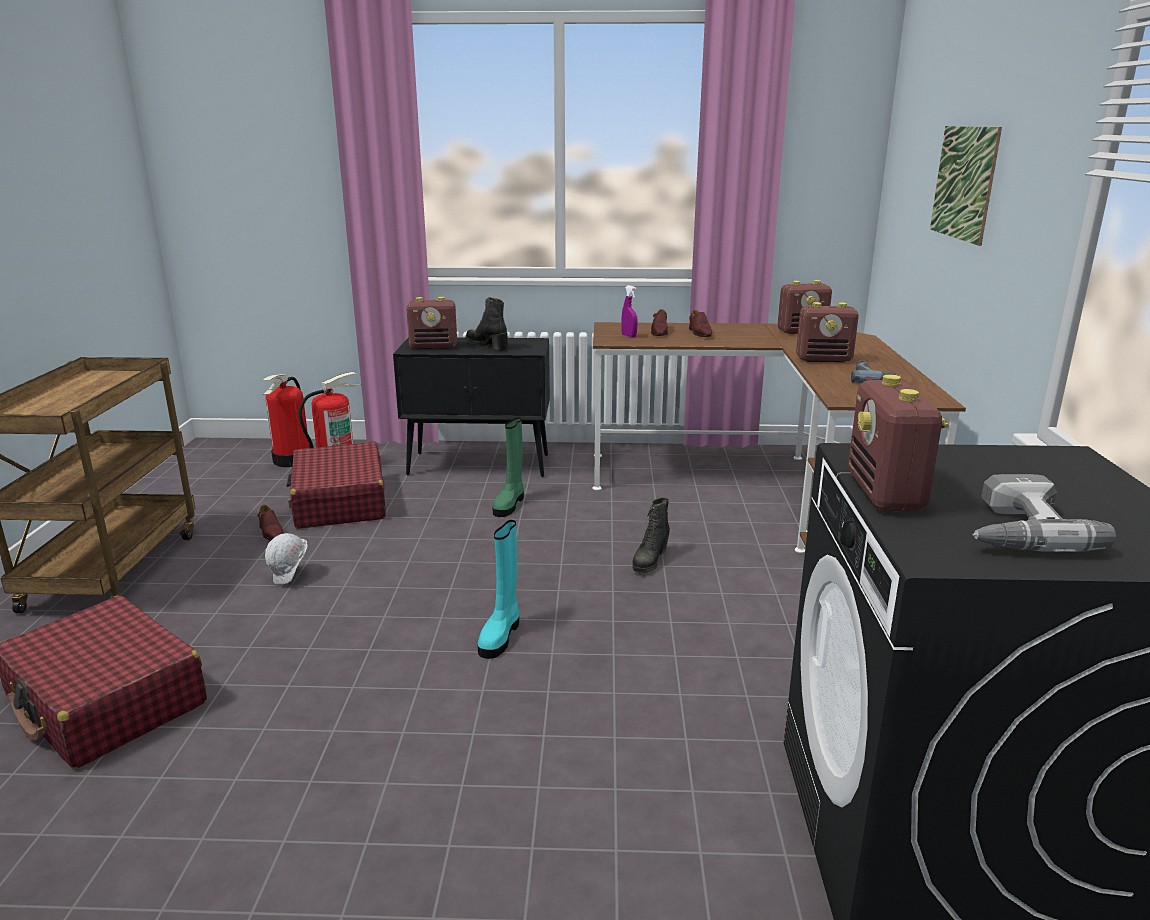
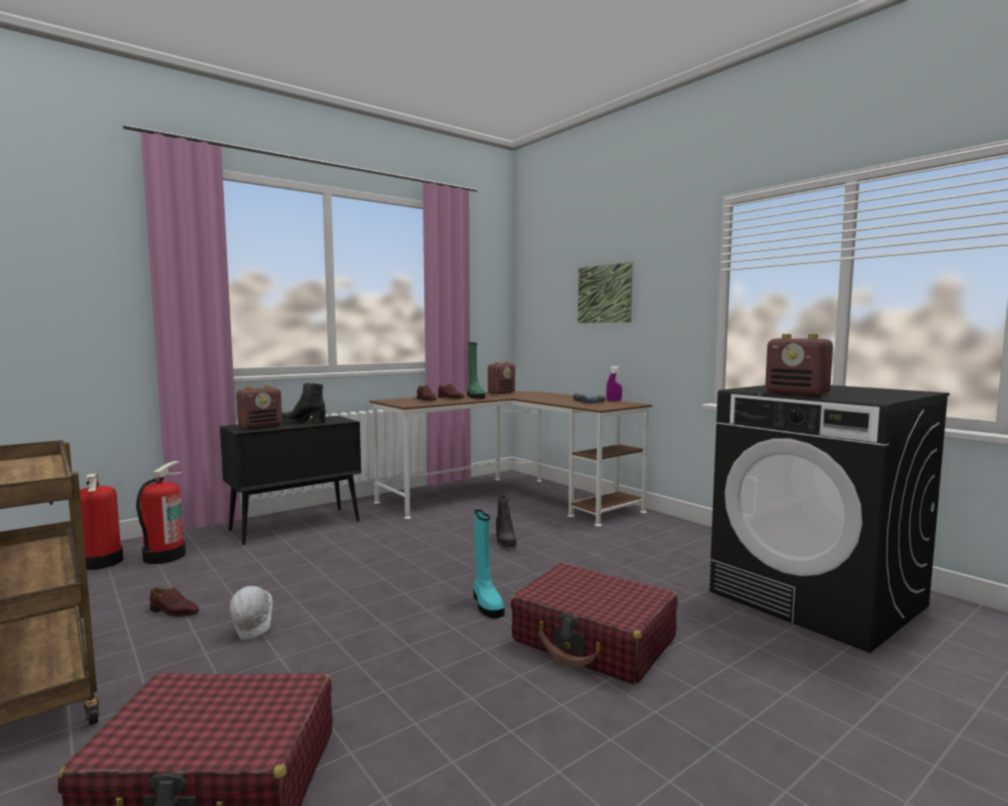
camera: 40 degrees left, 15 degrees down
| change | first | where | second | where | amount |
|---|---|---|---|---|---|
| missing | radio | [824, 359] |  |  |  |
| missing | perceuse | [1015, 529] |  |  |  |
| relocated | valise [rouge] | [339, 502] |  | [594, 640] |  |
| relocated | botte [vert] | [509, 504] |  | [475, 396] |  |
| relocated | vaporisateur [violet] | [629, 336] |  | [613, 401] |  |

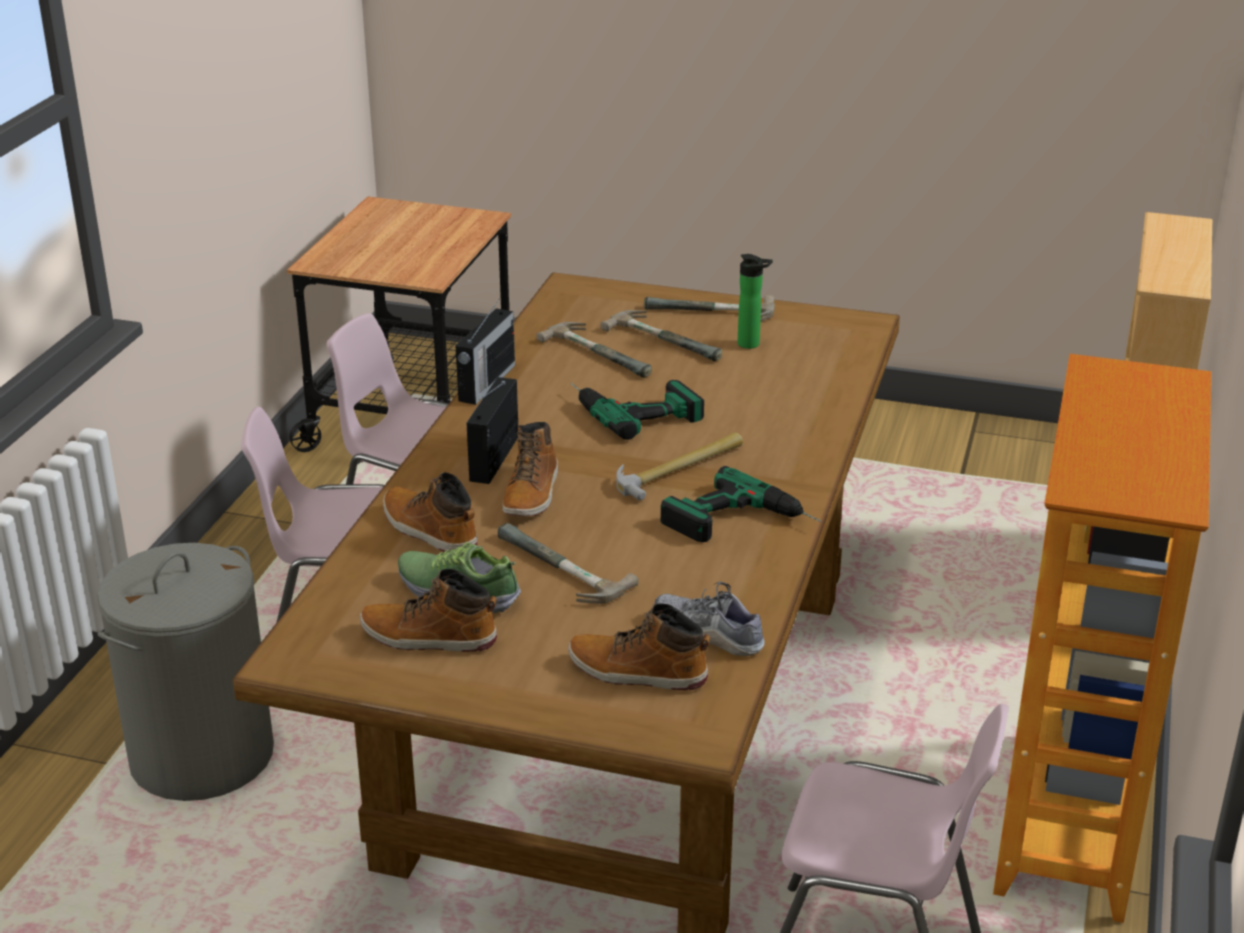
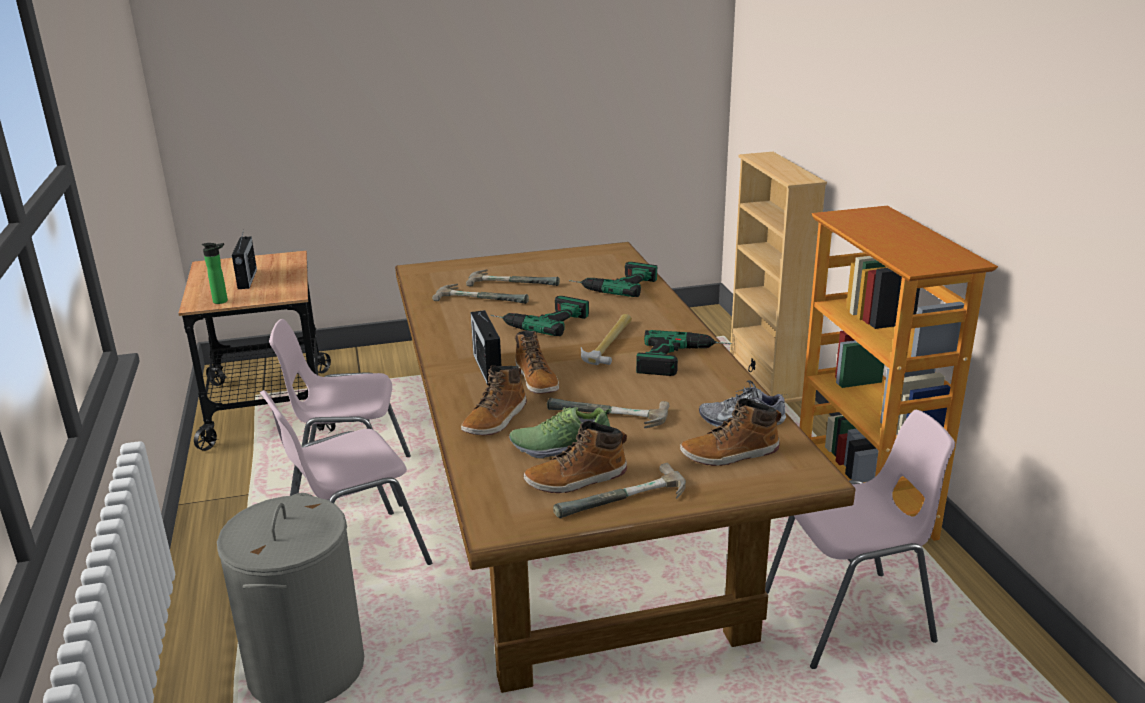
camera: 30 degrees left, 5 degrees down
| change | first | where | second | where | amount |
|---|---|---|---|---|---|
| appeared |  |  | perceuse | [612, 284] |  |
| relocated | radio | [486, 384] |  | [247, 279] |  |
| relocated | marteau | [710, 314] |  | [624, 502] |  |
| relocated | bouteille | [752, 345] |  | [222, 301] |  |
| spun | botte | [428, 530] |  | [496, 419] | 75 degrees counterclockwise |

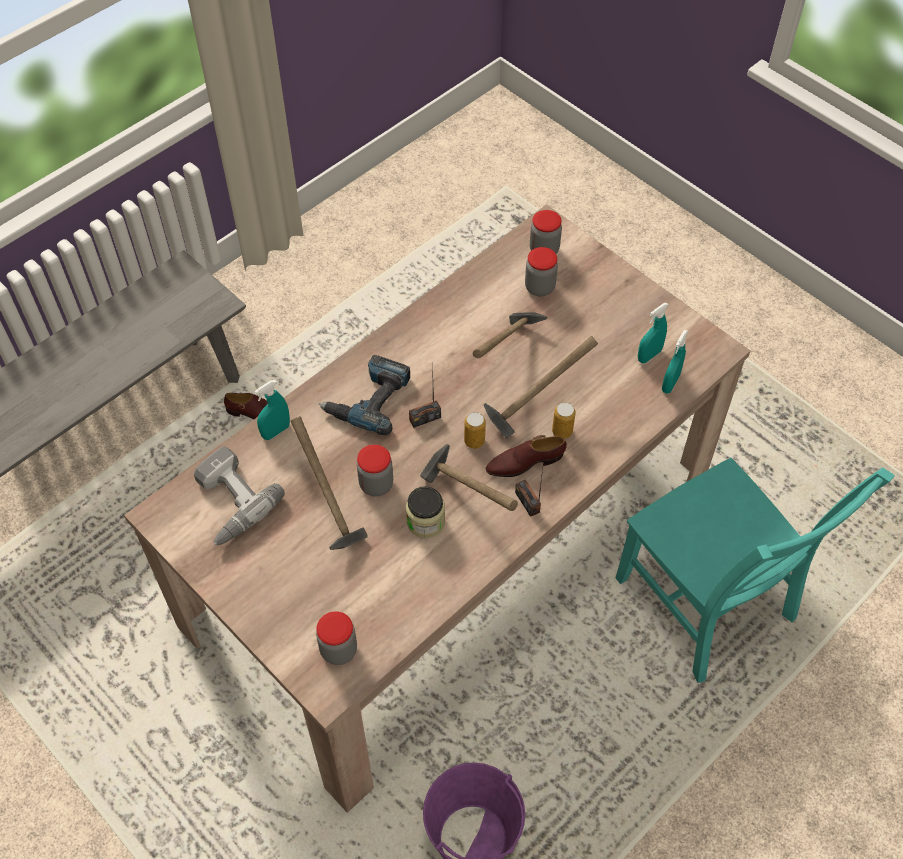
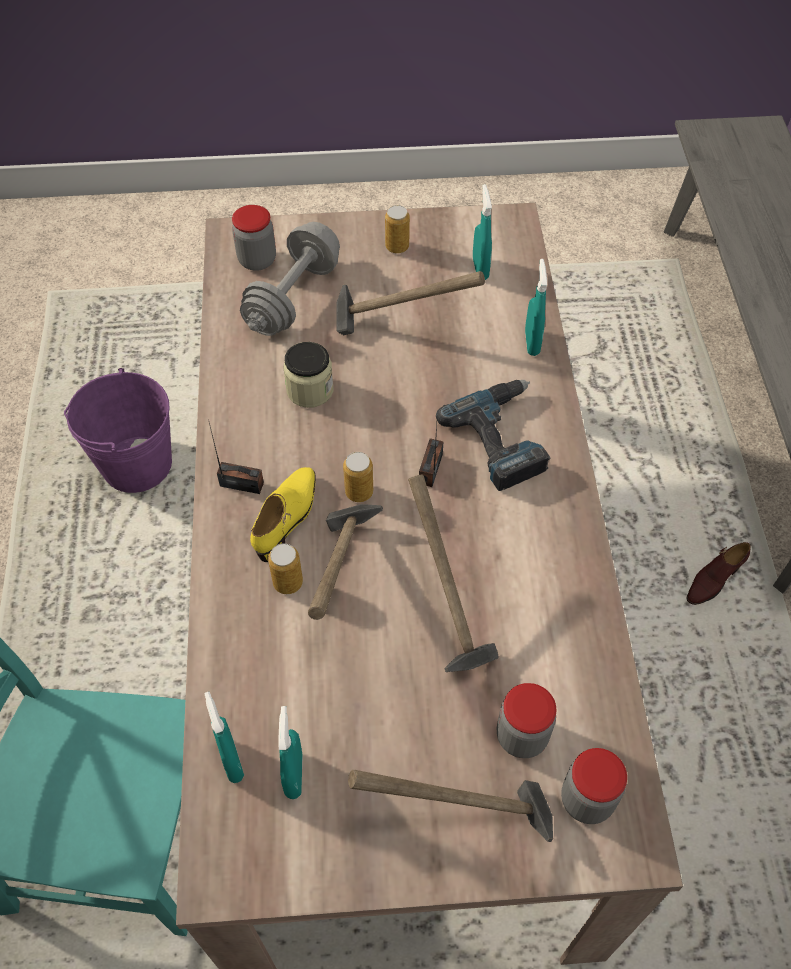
camera: 130 degrees right, 0 degrees up
| change | first | where | second | where | amount |
|---|---|---|---|---|---|
| missing | bocal | [376, 484] |  |  |  |
| appeared |  |  | haltère [gris] | [293, 297] |  |
| appeared |  |  | boîte métallique | [397, 247] |  |
| relocated | marteau | [467, 500] |  | [460, 819] |  |
| exchanged | perceuse | [228, 502] | vaporisateur [turquoise] | [480, 269] |  |
| colour | chaussure [marron] | [525, 462] | chaussure [jaune] | [287, 517] |  |

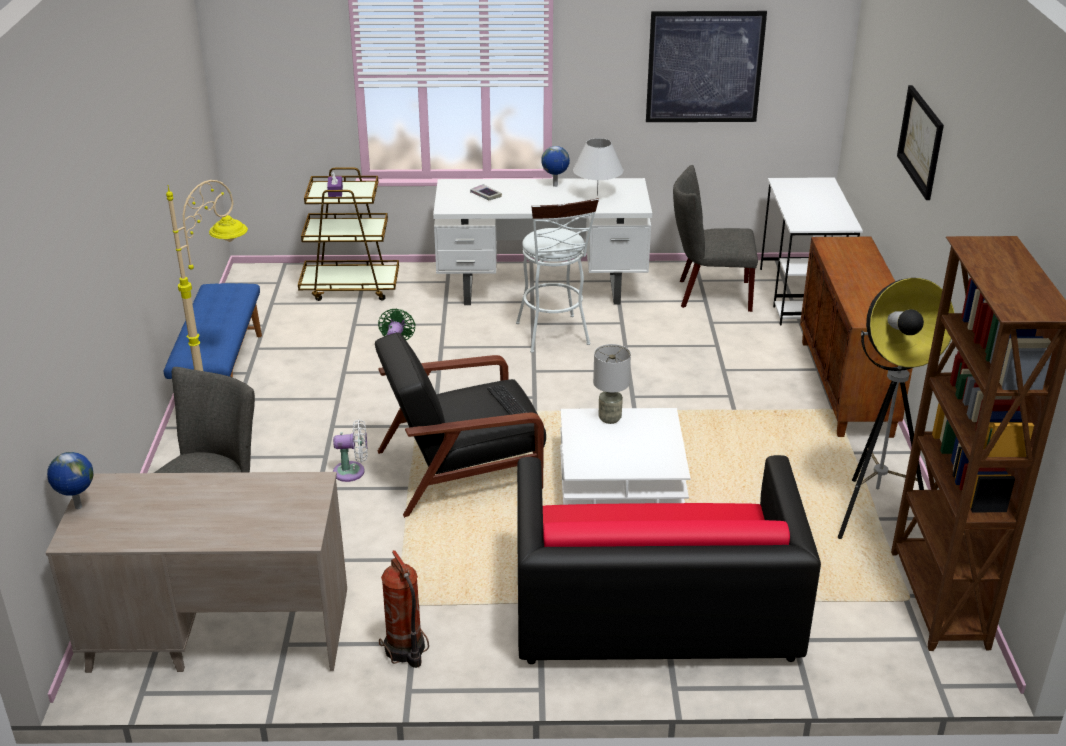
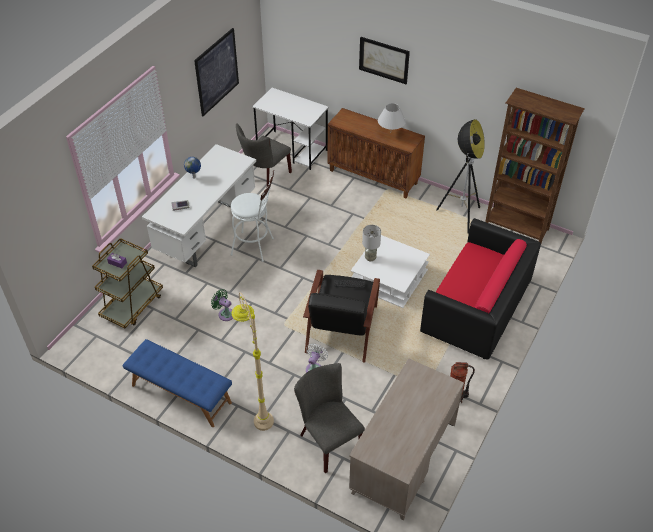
camera: 60 degrees left, 15 degrees up
| change | first | where | second | where | amount |
|---|---|---|---|---|---|
| missing | globe | [78, 507] |  |  |  |
| relocated | lampe de table [blanc] | [597, 195] |  | [390, 133] |  |

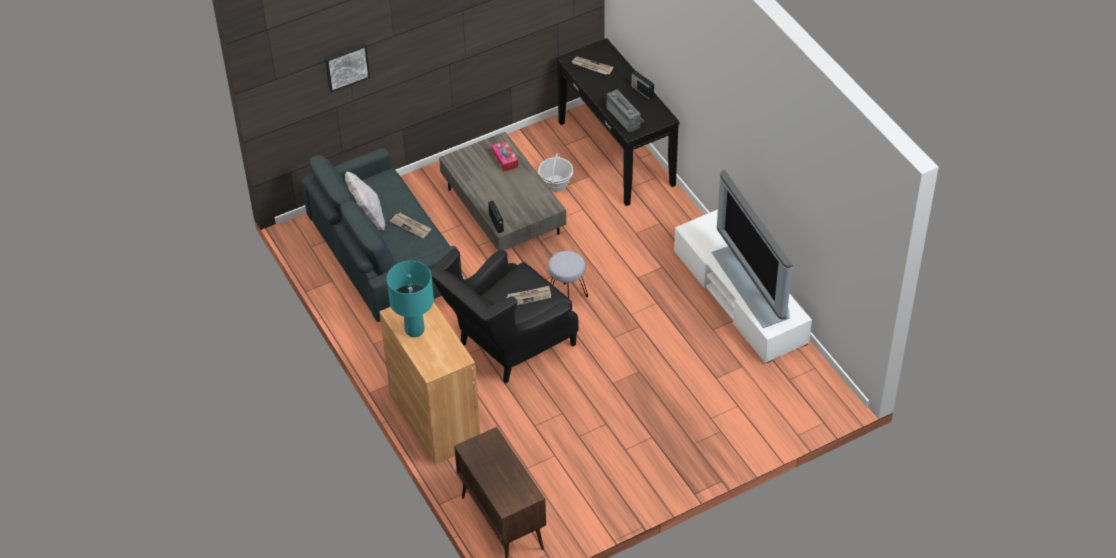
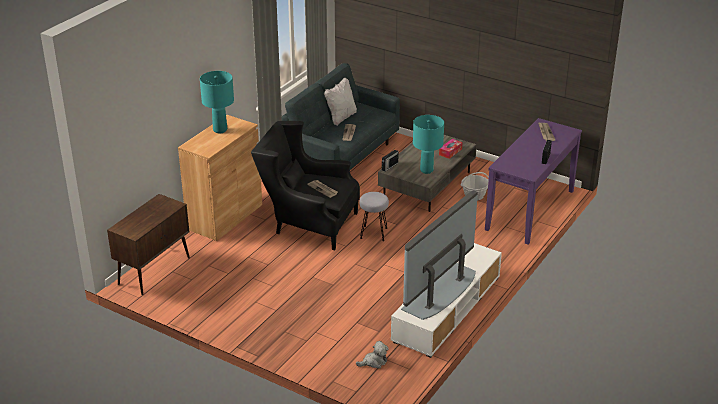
camera: 60 degrees right, 15 degrees down
| change | first | where | second | where | amount |
|---|---|---|---|---|---|
| missing | tableau | [346, 66] |  |  |  |
| missing | radio | [625, 117] |  |  |  |
| appeared |  |  | peluche | [374, 362] |  |
| appeared |  |  | lampe de table [turquoise] | [426, 170] |  |
| colour | table console [noir] | [616, 153] | table console [violet] | [530, 210] |  |

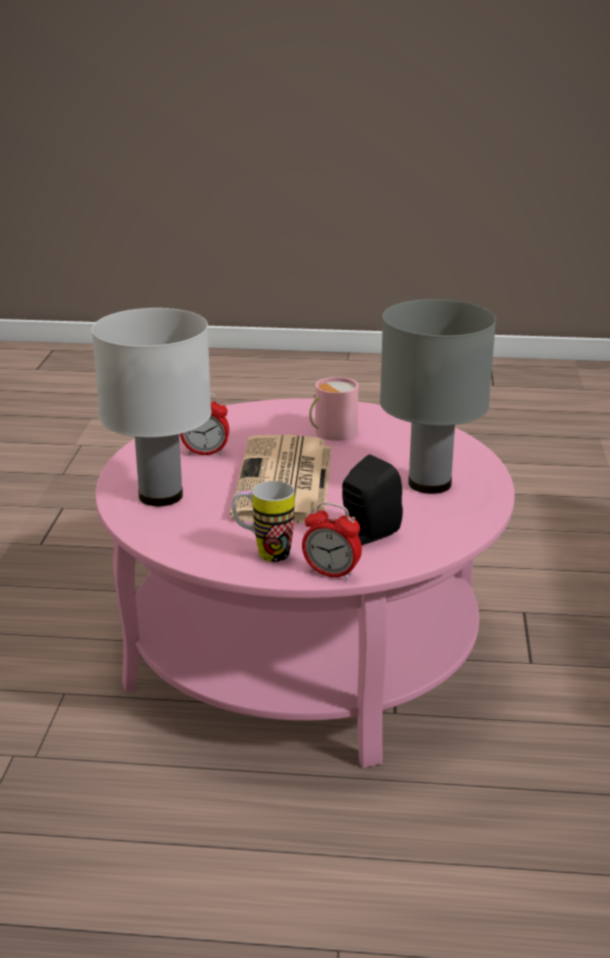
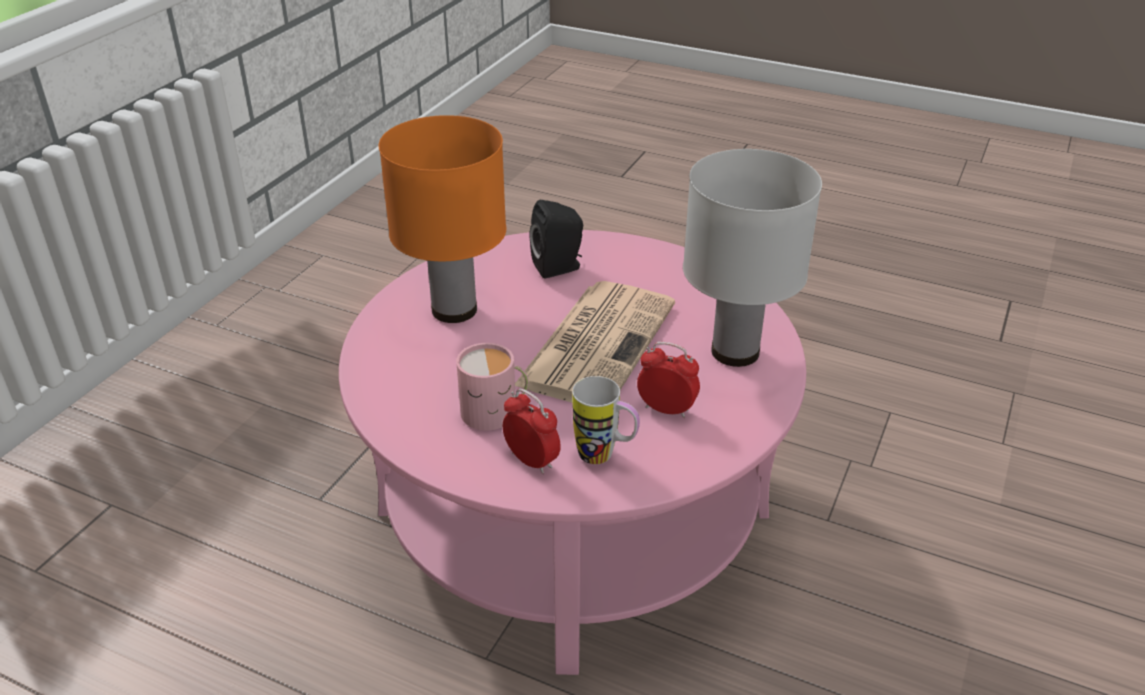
camera: 160 degrees left, 10 degrees up
| change | first | where | second | where | amount |
|---|---|---|---|---|---|
| relocated | mug | [263, 553] |  | [605, 457] |  |
| relocated | réveil | [331, 573] |  | [531, 460] |  |
| colour | lampe de table [gris] | [431, 484] | lampe de table [orange] | [453, 310] |  |

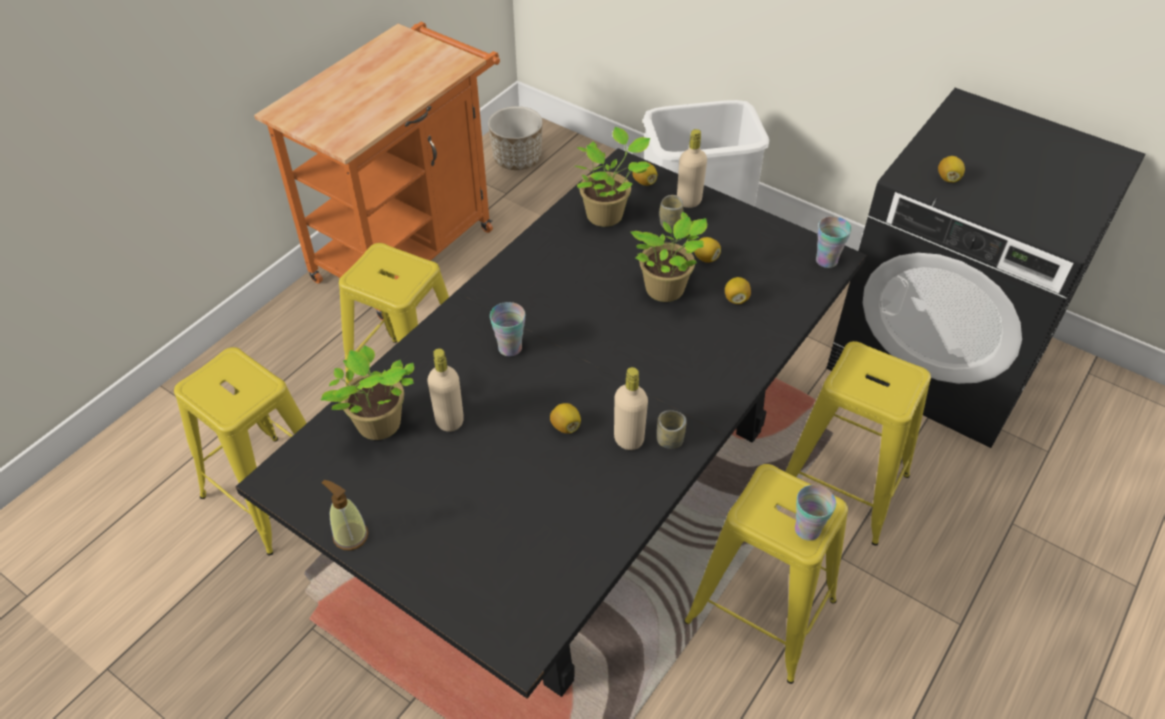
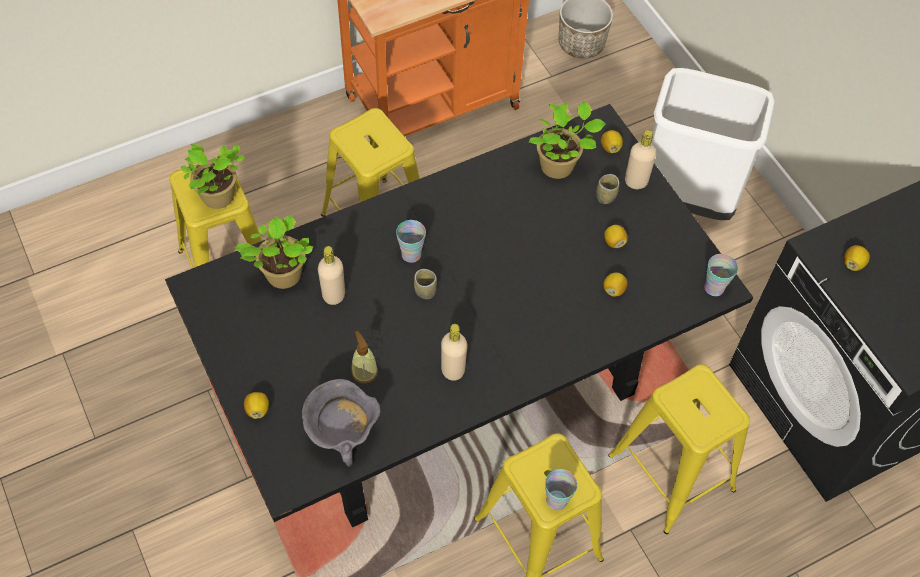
camera: 25 degrees right, 10 degrees up
| change | first | where | second | where | amount |
|---|---|---|---|---|---|
| appeared |  |  | marmite [gris] | [343, 436] |  |
| relocated | distributeur de savon | [350, 535] |  | [364, 372] |  |
| relocated | citron | [565, 426] |  | [257, 409] |  |
| relocated | plante en pot | [667, 291] |  | [218, 198] |  |
| relocated | tasse | [669, 440] |  | [425, 291] |  |

